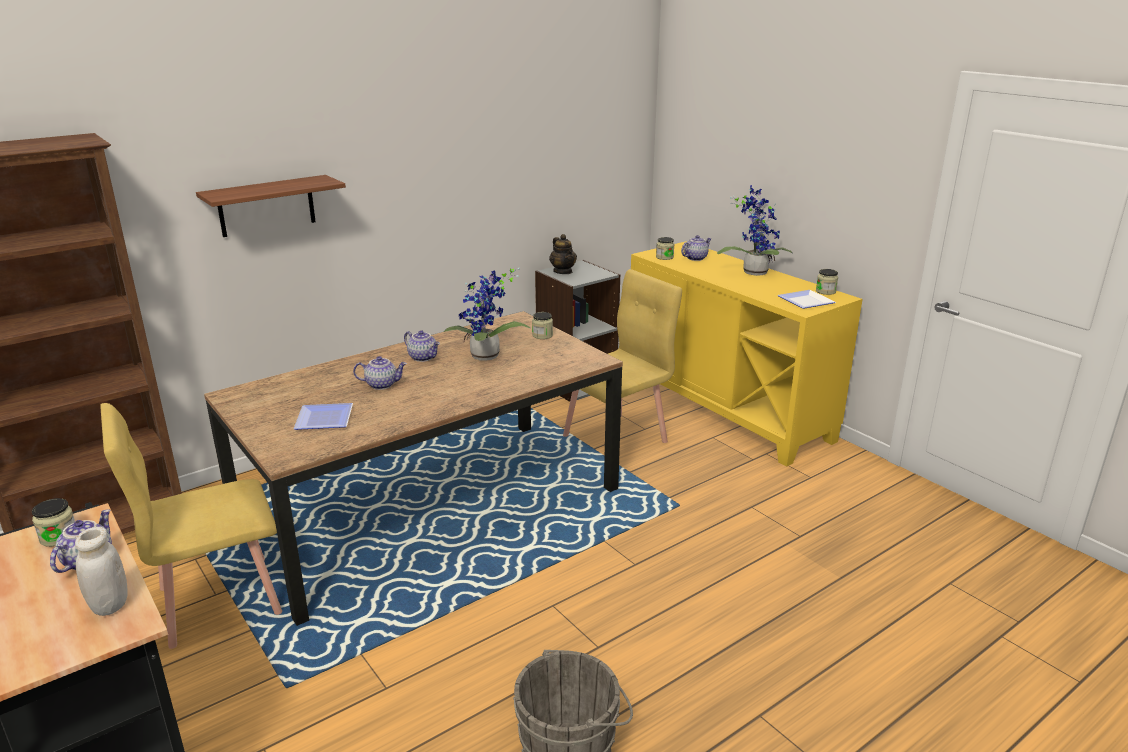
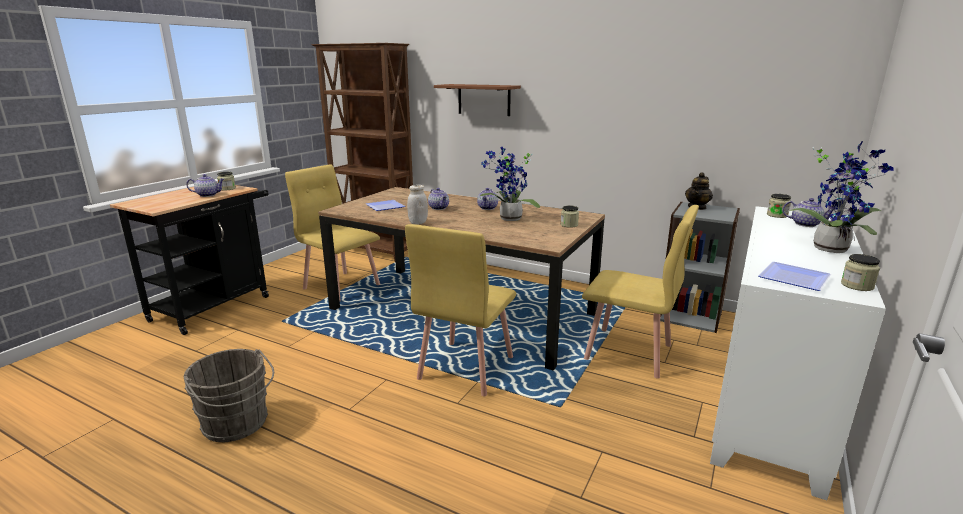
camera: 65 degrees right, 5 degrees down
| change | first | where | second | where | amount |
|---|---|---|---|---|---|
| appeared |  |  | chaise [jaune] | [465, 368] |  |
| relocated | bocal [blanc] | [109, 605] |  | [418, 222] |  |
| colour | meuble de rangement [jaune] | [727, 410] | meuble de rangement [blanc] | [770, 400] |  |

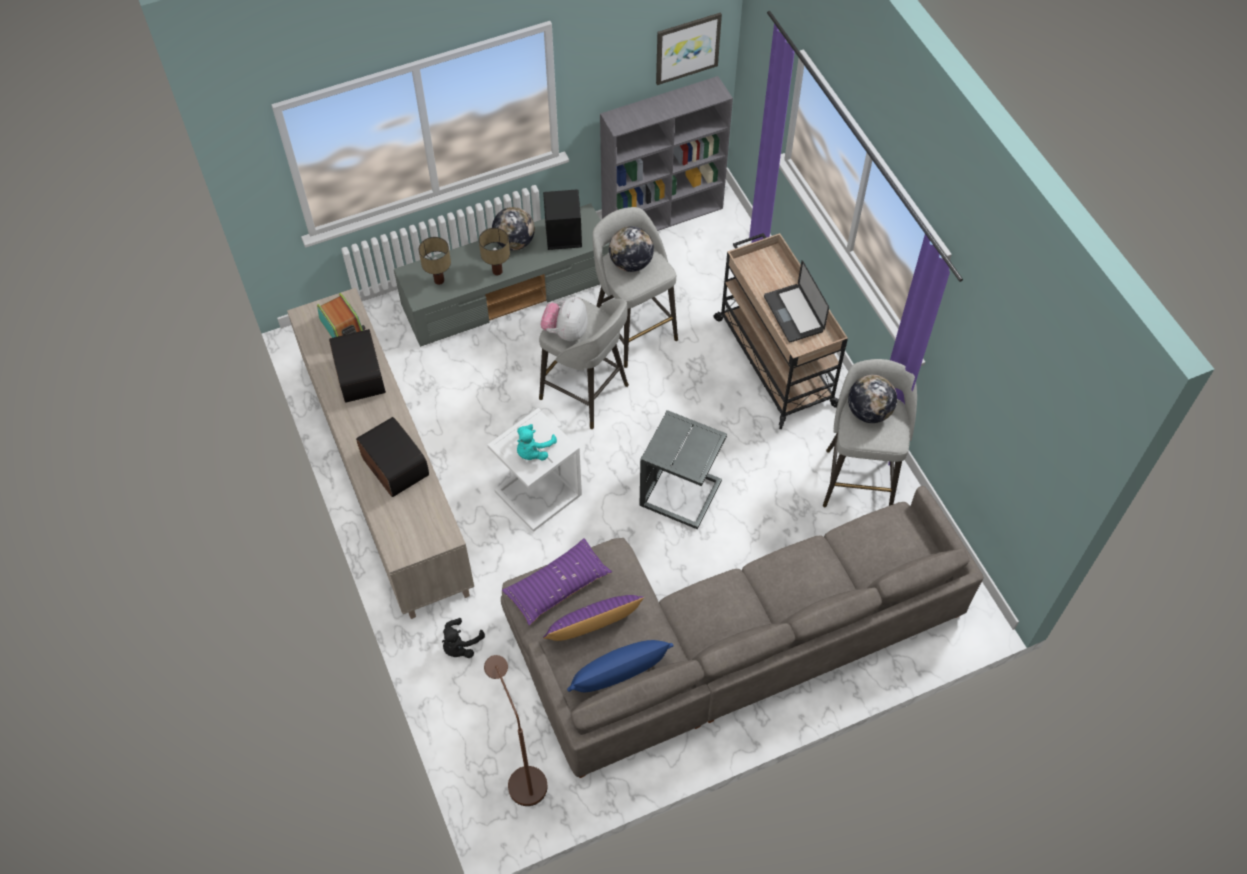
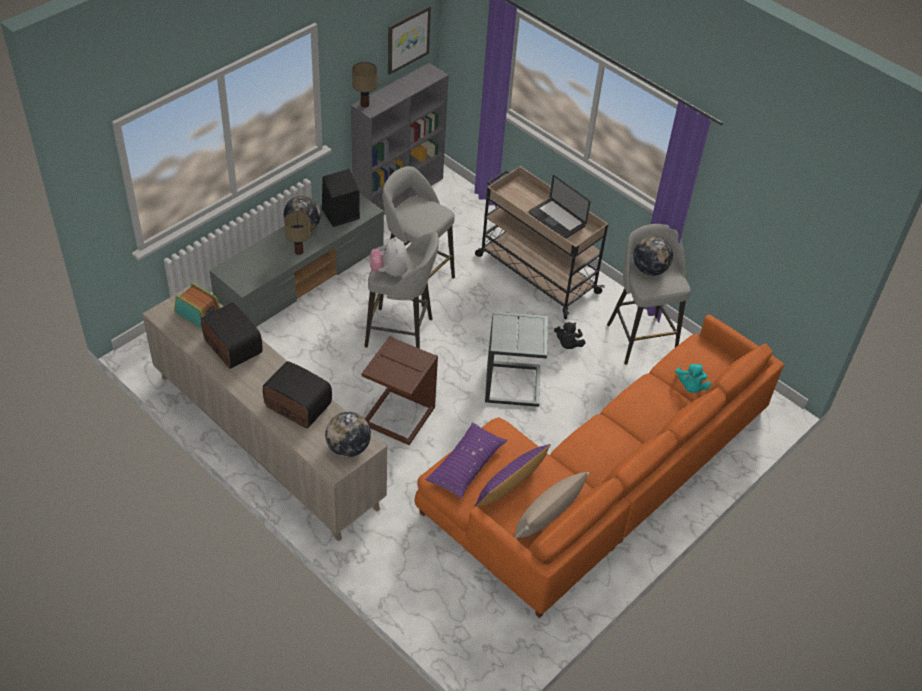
camera: 25 degrees left, 10 degrees down
| change | first | where | second | where | amount |
|---|---|---|---|---|---|
| missing | lampadaire [marron] | [523, 776] |  |  |  |
| relocated | lampe de table | [439, 281] |  | [365, 105] |  |
| relocated | peluche [noir] | [460, 646] |  | [568, 344] |  |
| relocated | peluche [turquoise] | [533, 451] |  | [690, 387] |  |
| relocated | globe | [631, 263] |  | [348, 448] |  |
| colour | table d'appoint [blanc] | [536, 494] | table d'appoint [marron] | [397, 417] |  |
| colour | canapé [gris] | [720, 643] | canapé [orange] | [598, 483] |  |
| colour | coussin [bleu] | [618, 673] | coussin [beige] | [547, 515] |  |

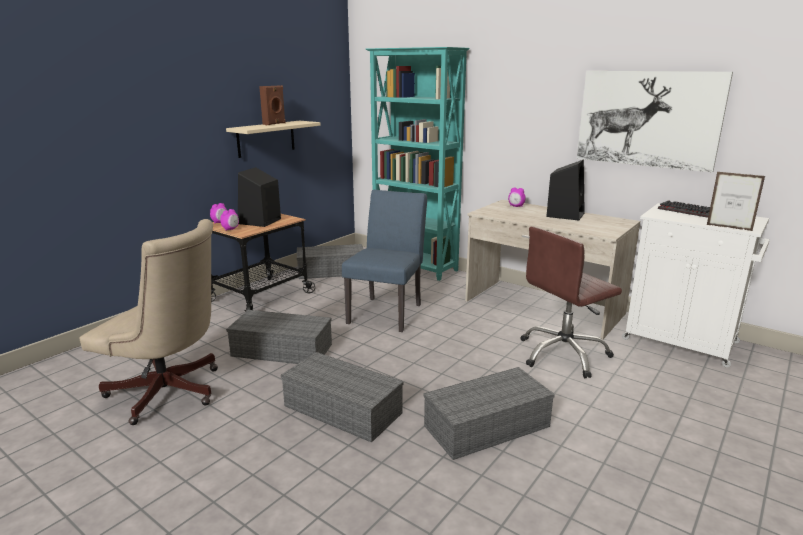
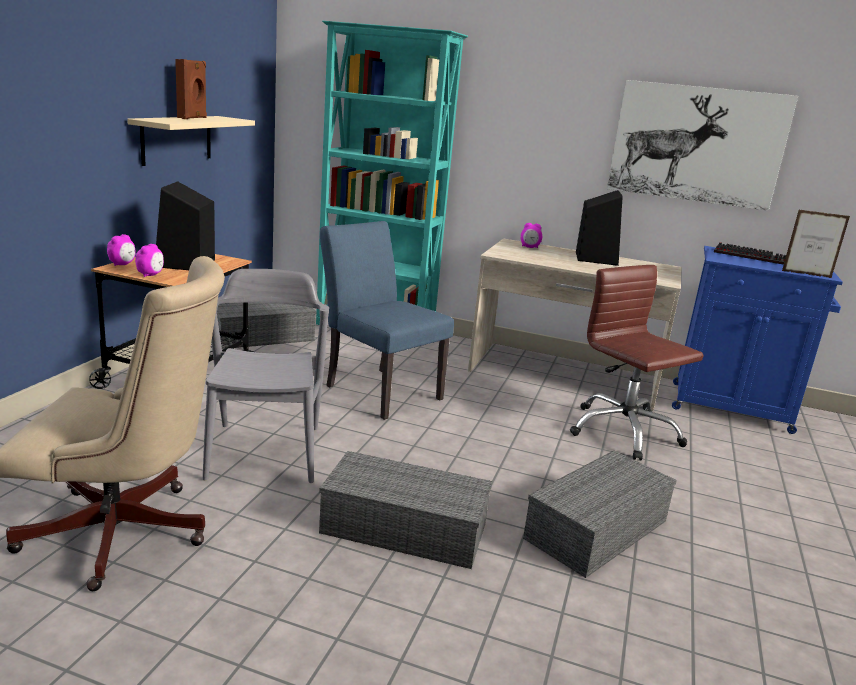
camera: 20 degrees left, 0 degrees up
| change | first | where | second | where | amount |
|---|---|---|---|---|---|
| exchanged | boîte de rangement [gris] | [284, 350] | chaise [gris] | [265, 452] |  |
| colour | meuble de rangement [blanc] | [682, 342] | meuble de rangement [bleu] | [733, 408] |  |
| spun | chaise [bleu] | [388, 311] |  | [378, 389] | 45 degrees counterclockwise |
| spun | chaise de bureau [marron] | [563, 354] |  | [623, 431] | 105 degrees clockwise |

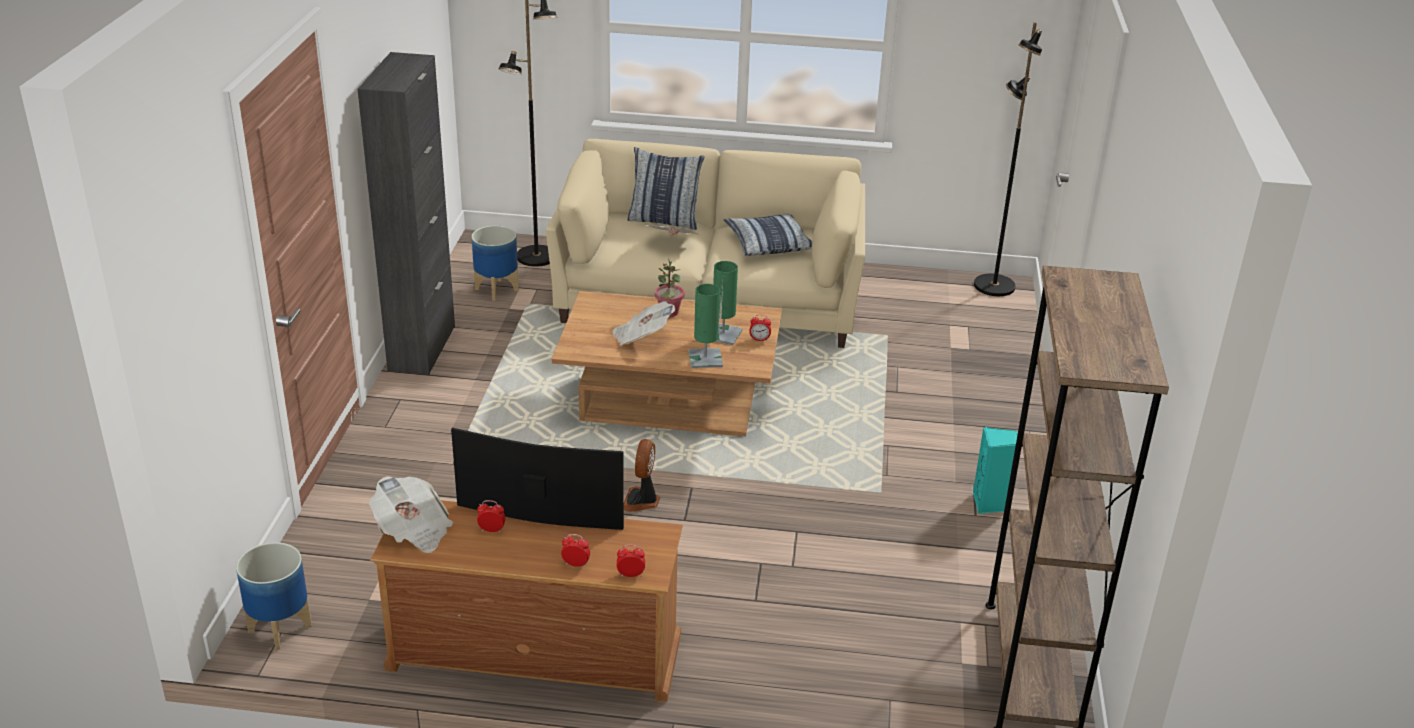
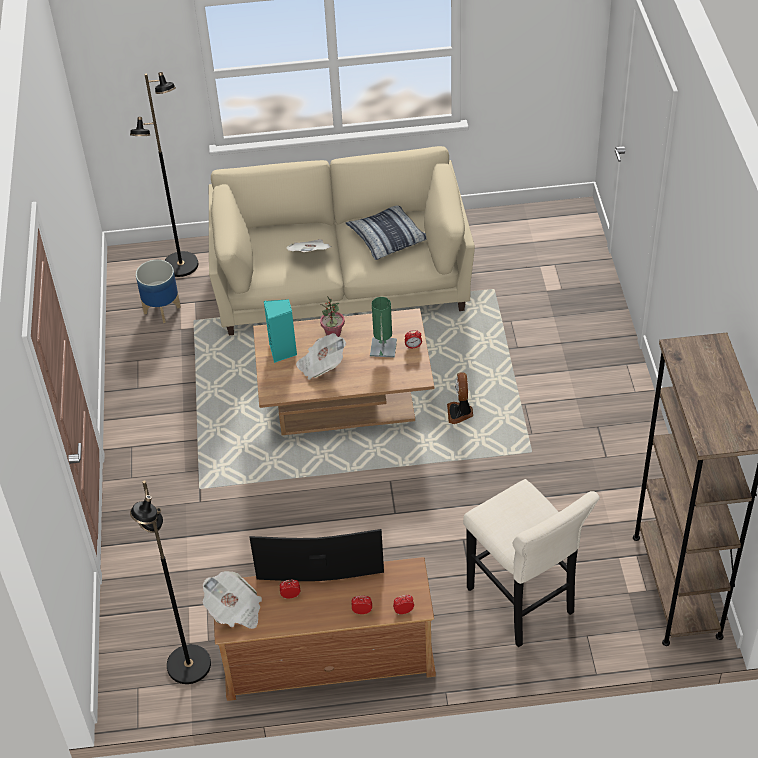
camera: 10 degrees left, 15 degrees up
| change | first | where | second | where | amount |
|---|---|---|---|---|---|
| missing | cache-pot | [279, 628] |  |  |  |
| missing | meuble de rangement [noir] | [422, 348] |  |  |  |
| missing | coussin | [664, 220] |  |  |  |
| missing | lampe de table [vert] | [705, 359] |  |  |  |
| appeared |  |  | tabouret [beige] | [523, 604] |  |
| relocated | ventilateur | [642, 501] |  | [460, 413] |  |
| relocated | enceinte [turquoise] | [990, 504] |  | [283, 352] |  |
| relocated | lampadaire [noir] | [993, 286] |  | [188, 665] |  |

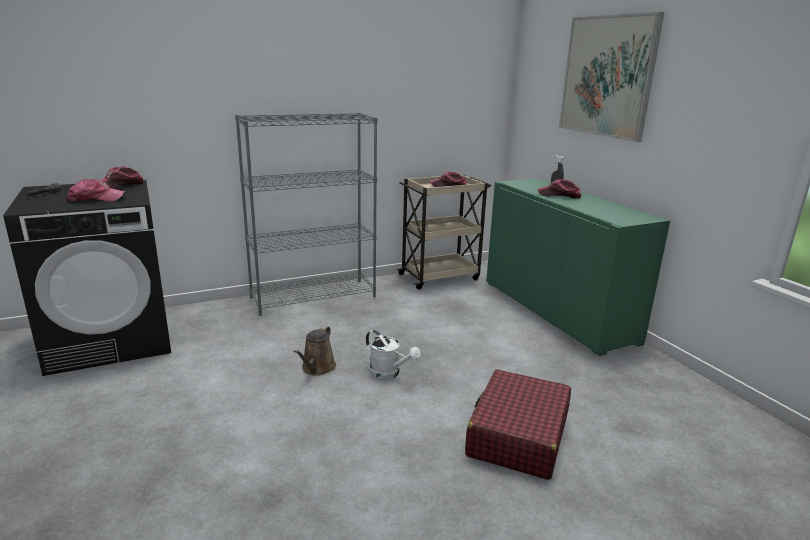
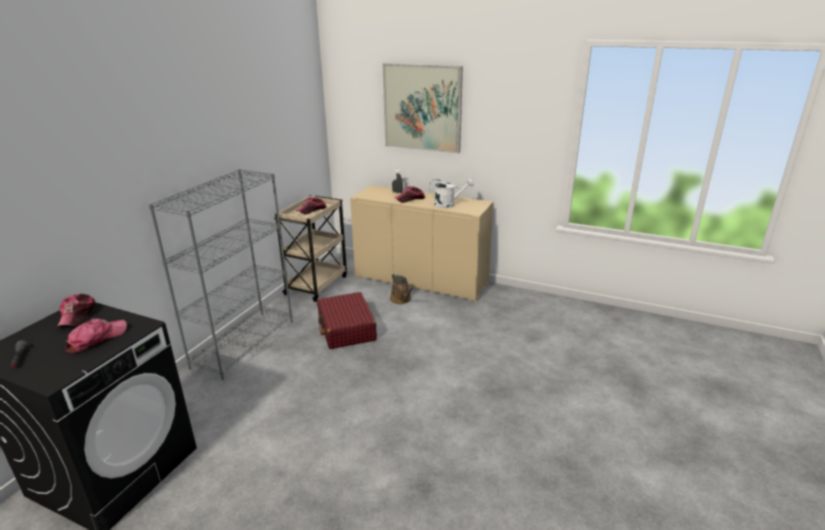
camera: 40 degrees left, 5 degrees up
| change | first | where | second | where | amount |
|---|---|---|---|---|---|
| relocated | arrosoir [marron] | [317, 368] |  | [401, 300] |  |
| relocated | arrosoir [blanc] | [389, 373] |  | [448, 205] |  |
| relocated | valise [rouge] | [517, 436] |  | [346, 329] |  |
| colour | meuble de rangement [vert] | [556, 311] | meuble de rangement [beige] | [421, 280] |  |

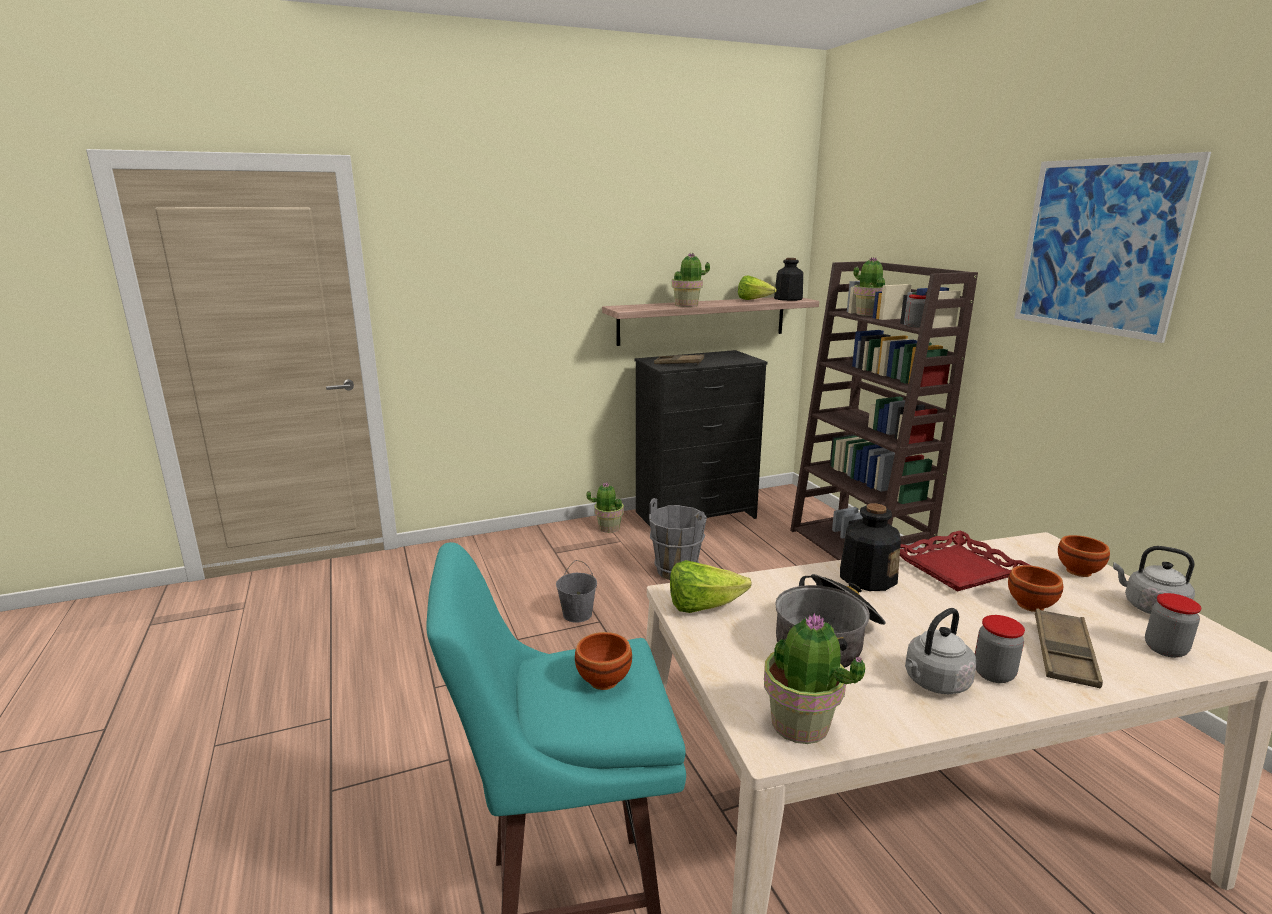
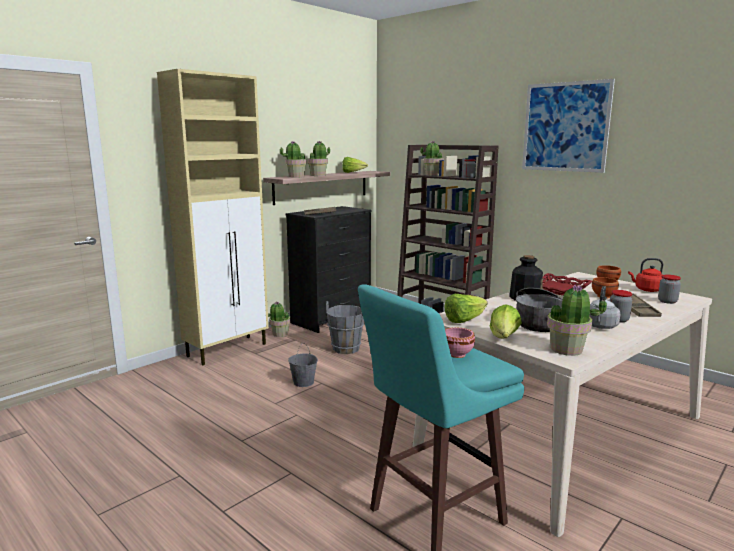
camera: 25 degrees left, 5 degrees down
| change | first | where | second | where | amount |
|---|---|---|---|---|---|
| missing | bouteille | [787, 299] |  |  |  |
| appeared |  |  | meuble de rangement [beige] | [228, 350] |  |
| appeared |  |  | plante en pot | [296, 176] |  |
| appeared |  |  | laitue | [504, 339] |  |
| colour | bol [marron] | [604, 679] | bol [rose] | [456, 354] |  |
| colour | bouilloire [gris] | [1150, 607] | bouilloire [rouge] | [647, 290] |  |

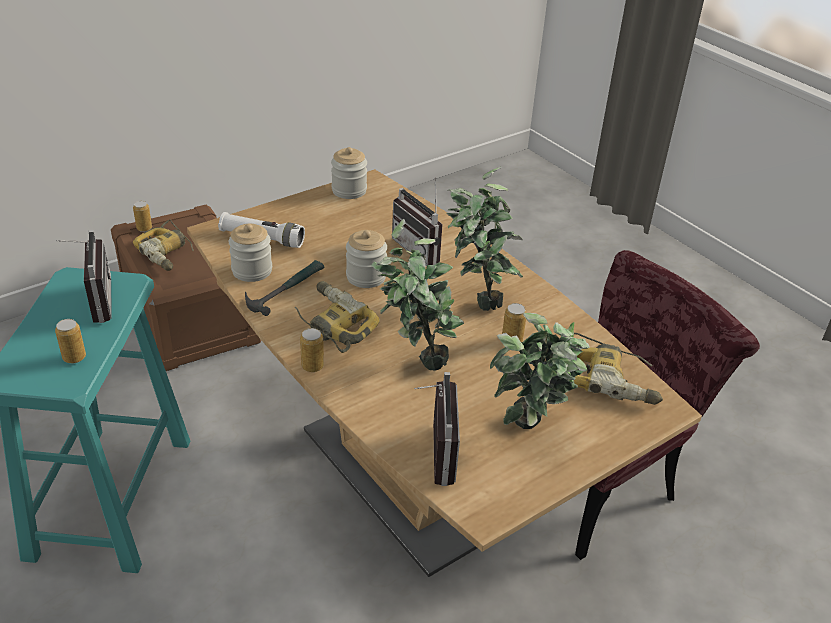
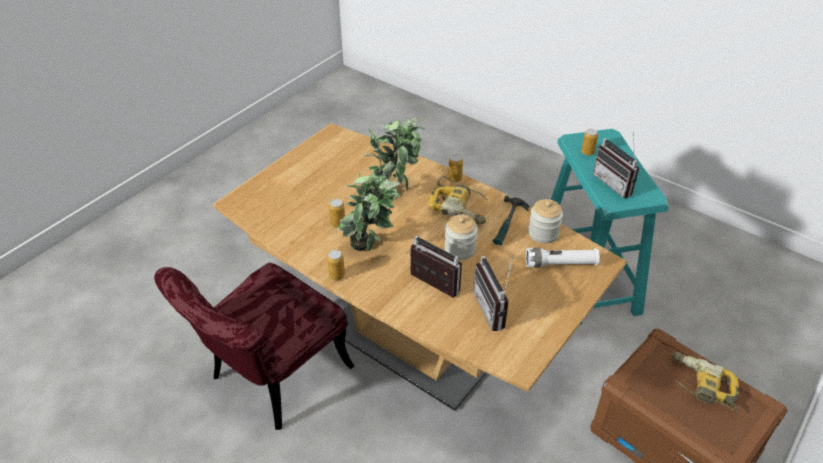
camera: 165 degrees right, 5 degrees up
| change | first | where | second | where | amount |
|---|---|---|---|---|---|
| missing | bocal | [349, 190] |  |  |  |
| missing | plante en pot | [528, 435] |  |  |  |
| missing | perceuse | [610, 378] |  |  |  |
| relocated | boîte métallique | [144, 228] |  | [336, 275] |  |
| relocated | radio | [432, 454] |  | [495, 309] |  |

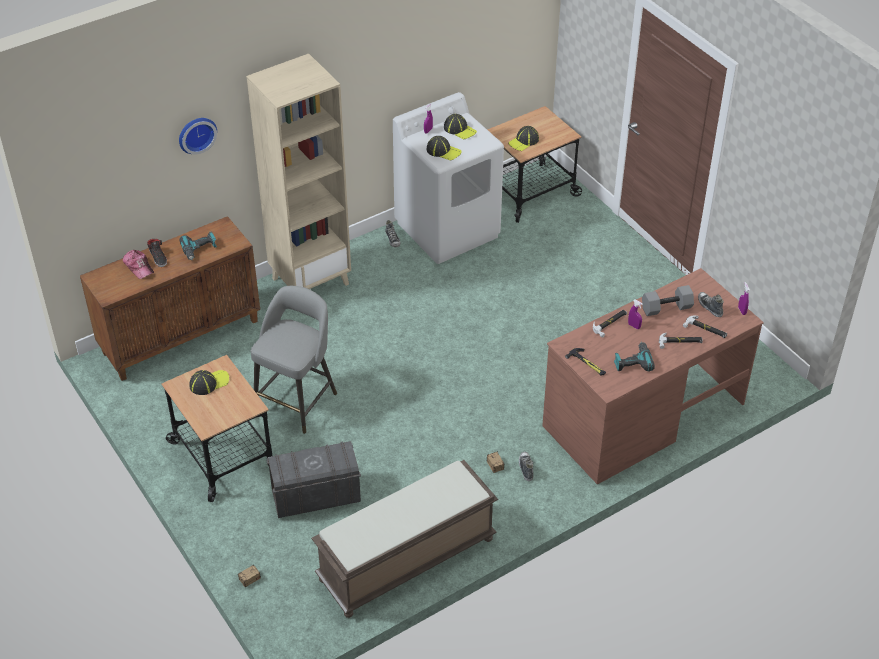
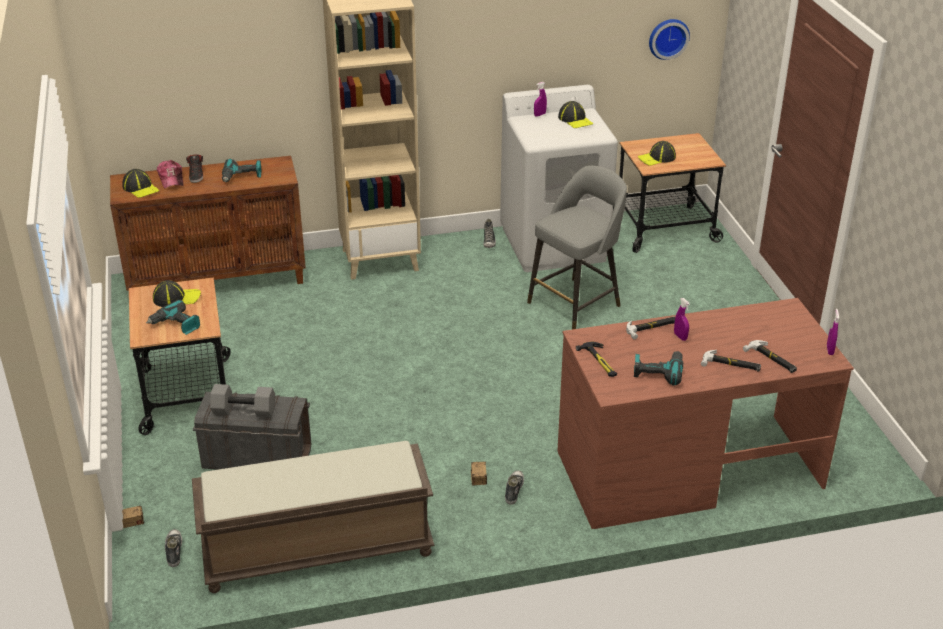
camera: 20 degrees right, 10 degrees down
| change | first | where | second | where | amount |
|---|---|---|---|---|---|
| appeared |  |  | perceuse | [176, 325] |  |
| relocated | horloge murale | [196, 134] |  | [667, 38] |  |
| relocated | tabouret [gris] | [297, 400] |  | [576, 303] |  |
| relocated | casquette | [443, 151] |  | [141, 188] |  |
| relocated | haltère [gris] | [666, 308] |  | [243, 411] |  |
| relocated | chaussure | [709, 307] |  | [174, 551] |  |

